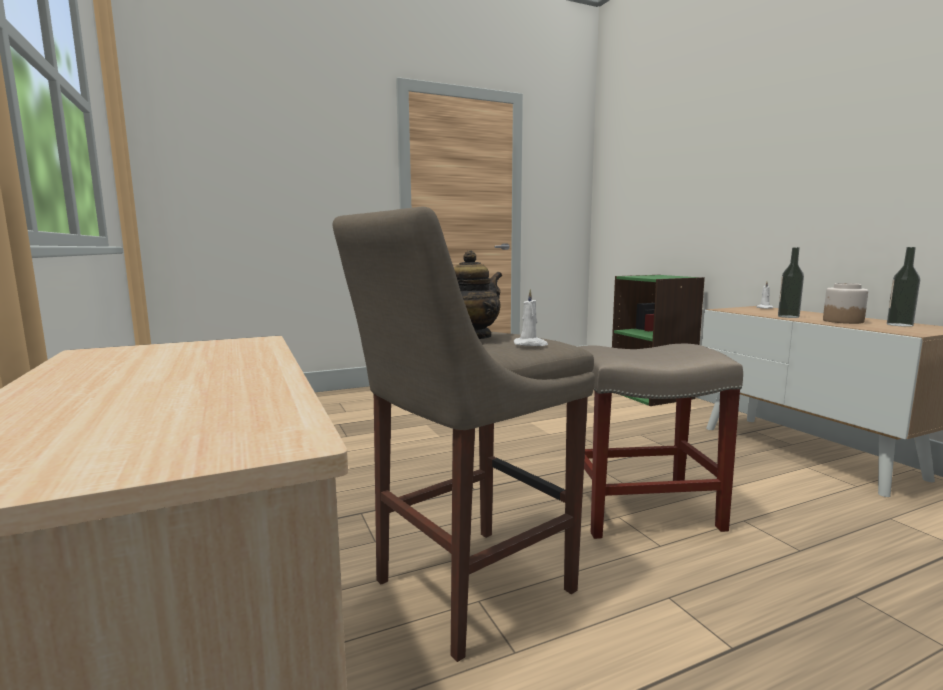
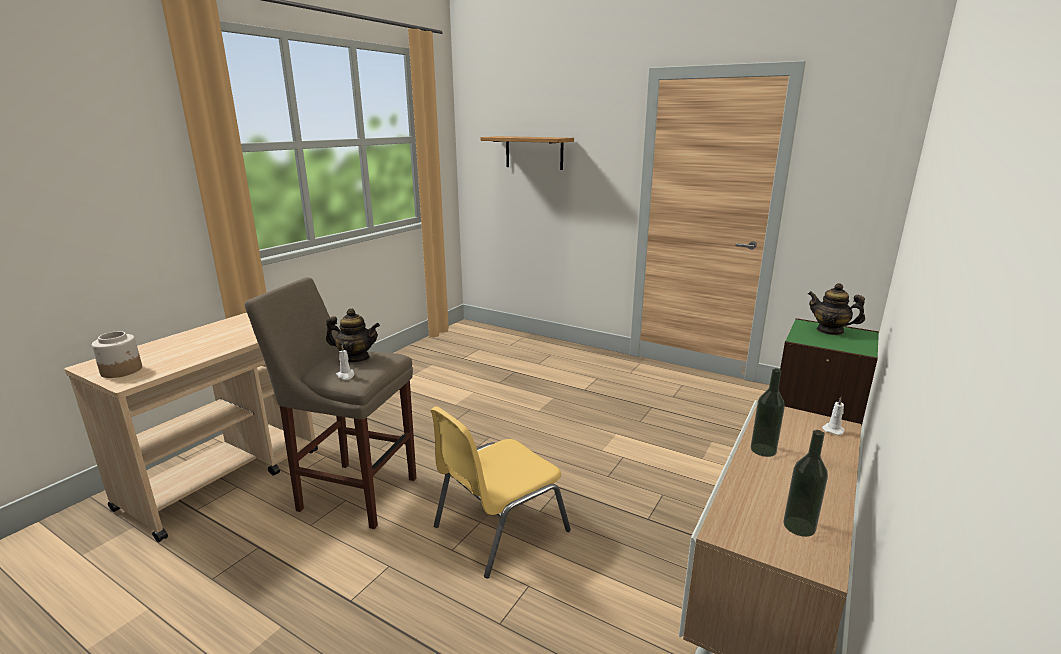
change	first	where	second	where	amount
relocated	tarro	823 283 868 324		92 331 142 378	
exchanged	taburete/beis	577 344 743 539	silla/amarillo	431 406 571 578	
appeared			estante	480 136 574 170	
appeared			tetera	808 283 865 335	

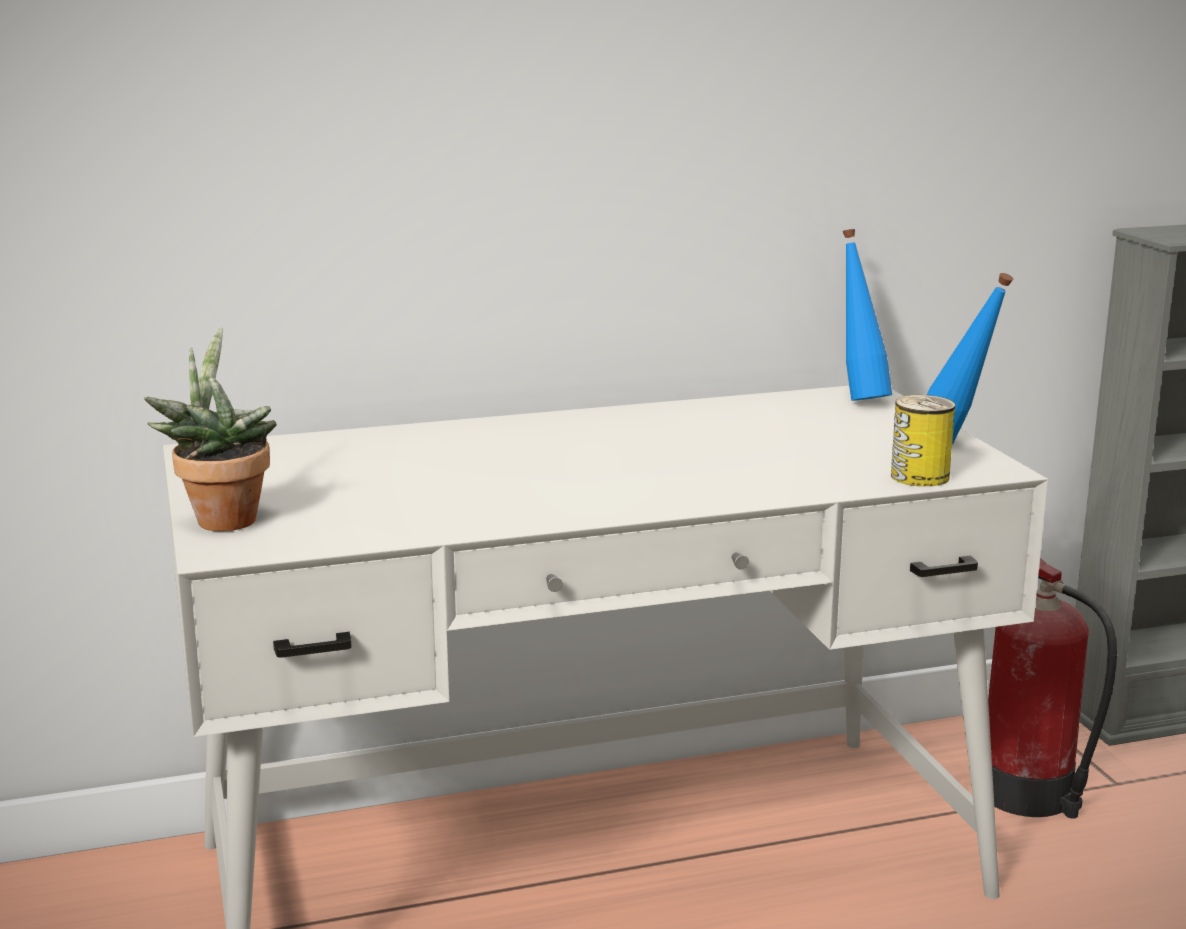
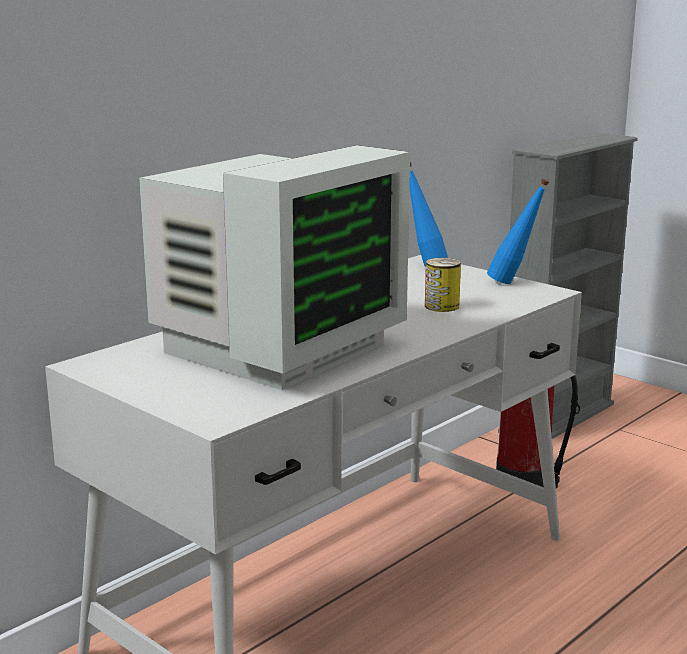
change	first	where	second	where	amount
appeared			monitor	139 145 410 390	
relocated	lata	891 395 955 487		425 258 461 312	
missing	planta en maceta	144 328 277 531			

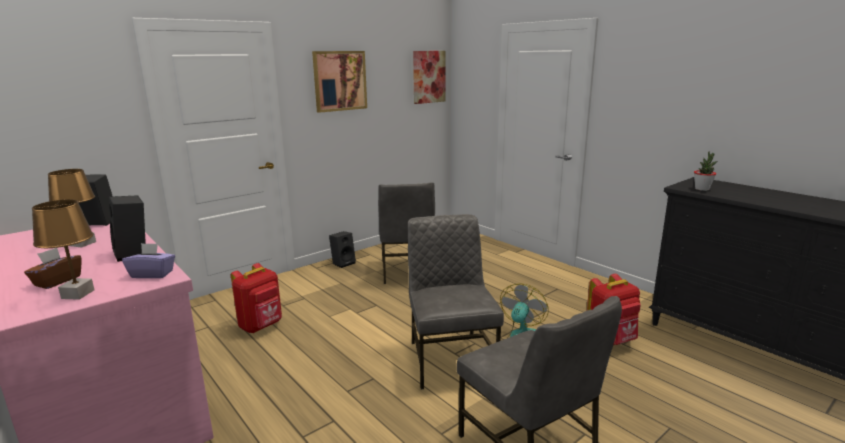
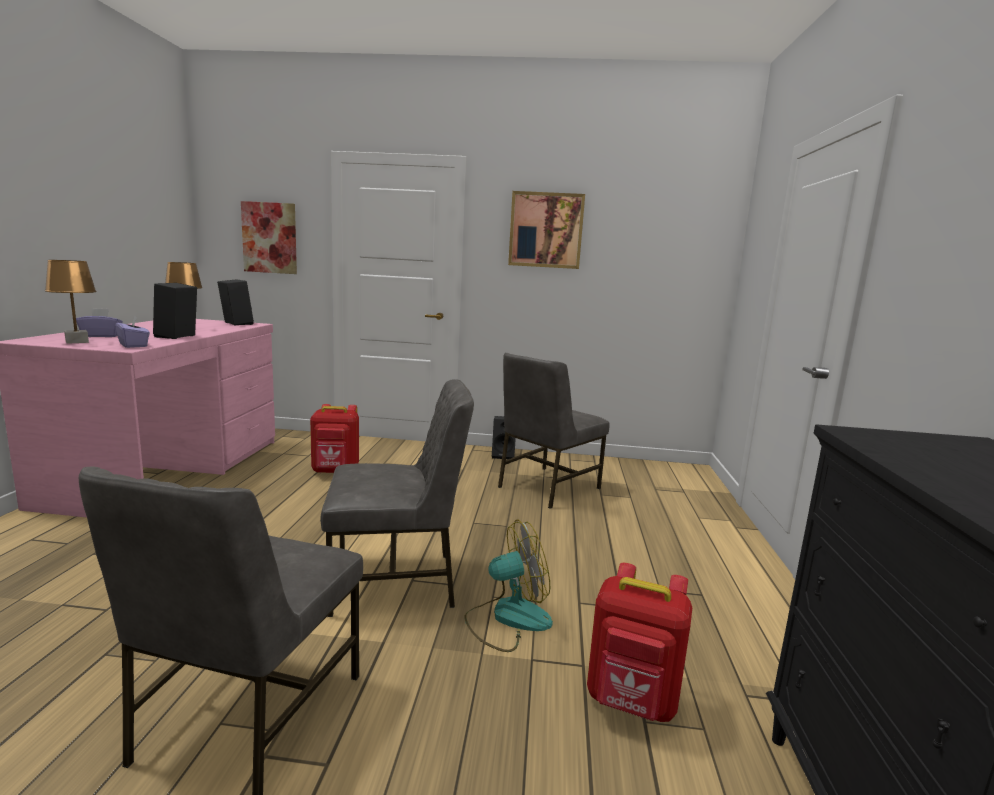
change	first	where	second	where	amount
colour	caja de pañuelos/marrón	24 248 82 289	caja de pañuelos/morado	76 308 123 337	
relocated	cuadro	413 51 446 104		241 201 297 274	
spun	silla/gris	408 214 504 389		320 379 474 617	45 degrees clockwise
missing	planta en maceta	694 151 718 191			

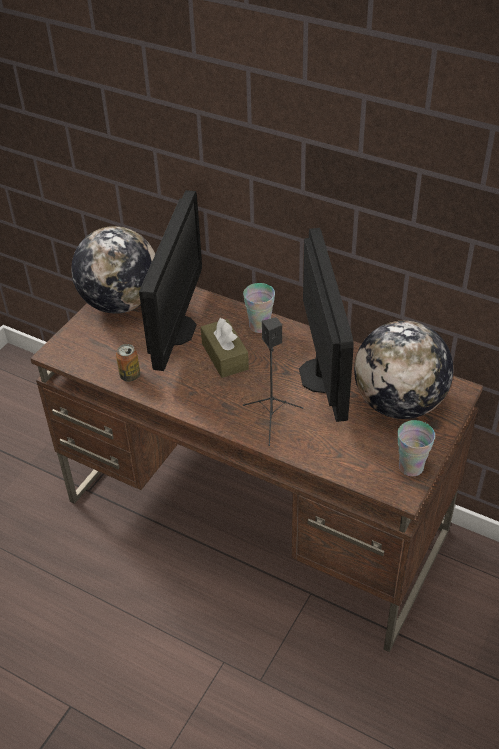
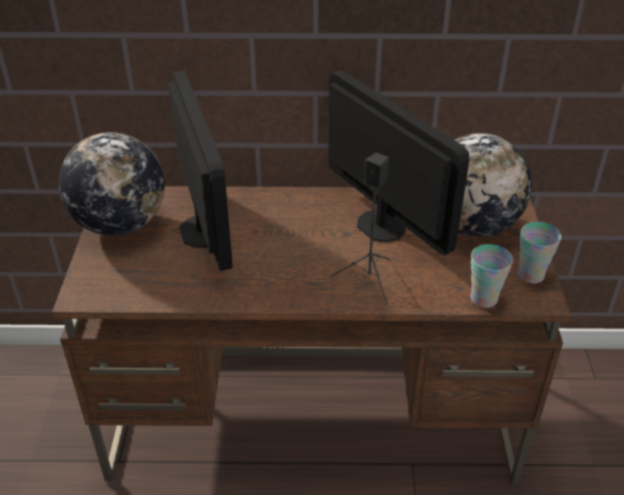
change	first	where	second	where	amount
relocated	taza	243 283 275 333		470 244 513 308	
missing	lata	116 344 140 382			
missing	caja de pañuelos/marrón	201 318 249 378			

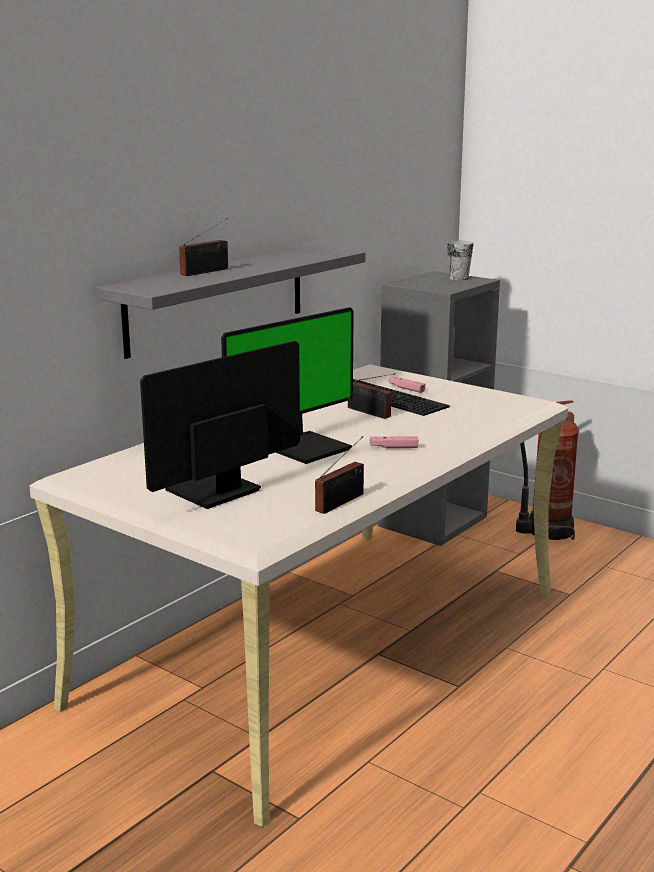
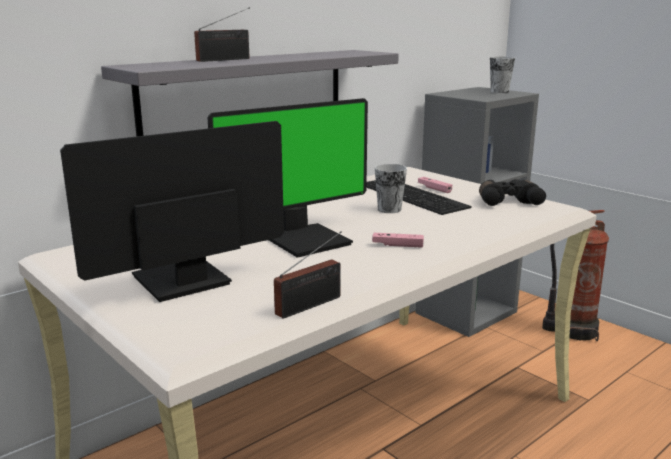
change	first	where	second	where	amount
exchanged	radio	348 373 395 419	taza	375 164 407 213	
appeared			prismáticos/negro	479 179 546 206	

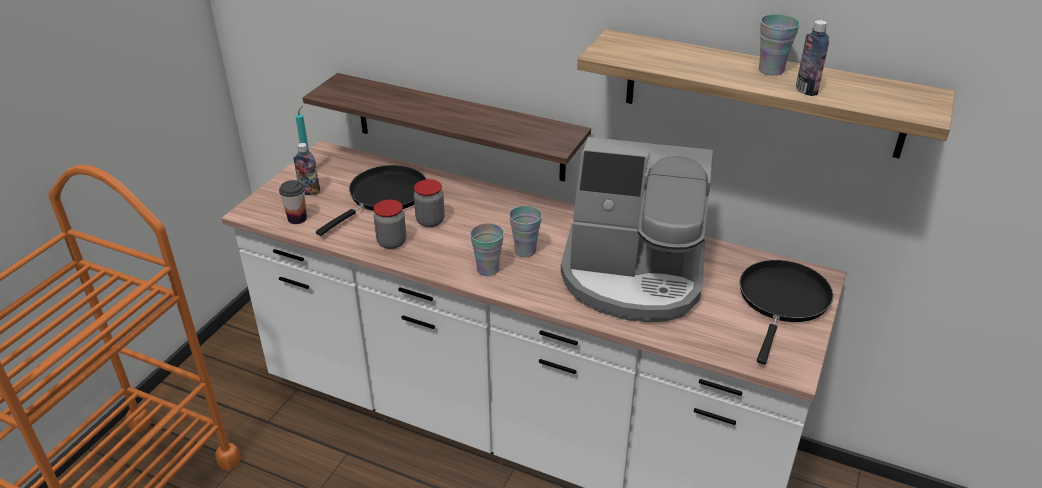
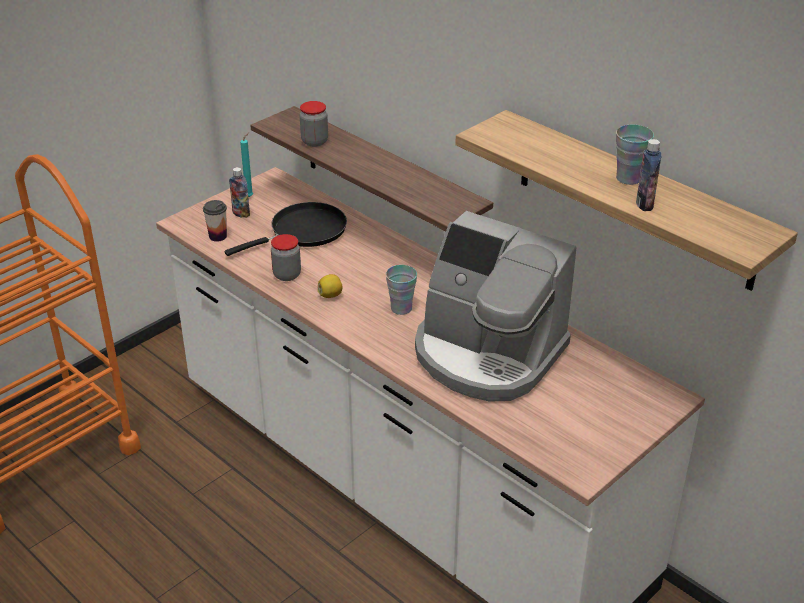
change	first	where	second	where	amount
relocated	tarro	414 179 445 227		300 101 328 147	
appeared			limón	318 274 342 298	
missing	taza	470 223 504 276			
missing	sartén/negro	739 260 834 365			

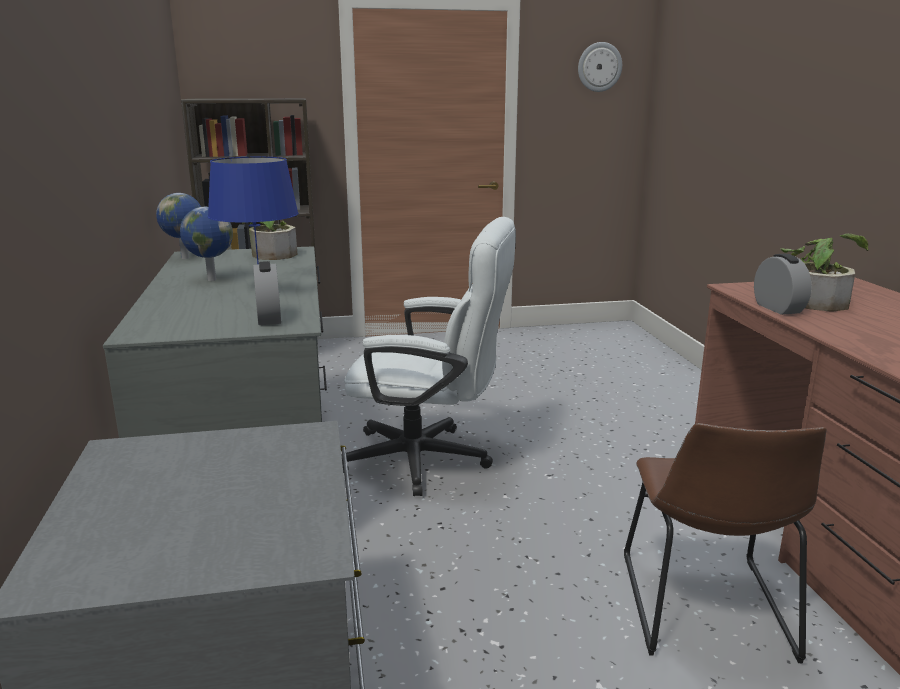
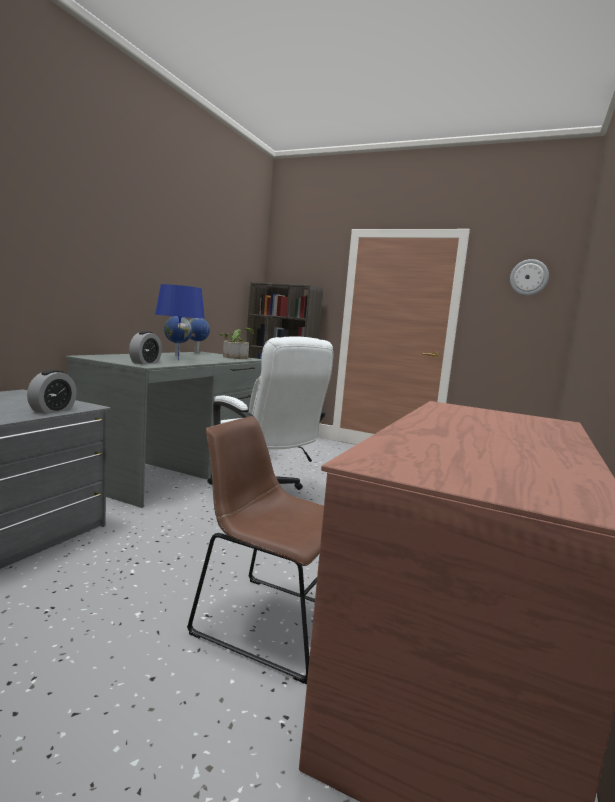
change	first	where	second	where	amount
relocated	despertador	754 254 812 315		27 370 77 414	
spun	silla/marrón	624 423 827 663		187 416 324 684	75 degrees clockwise
missing	planta en maceta	781 234 869 311			

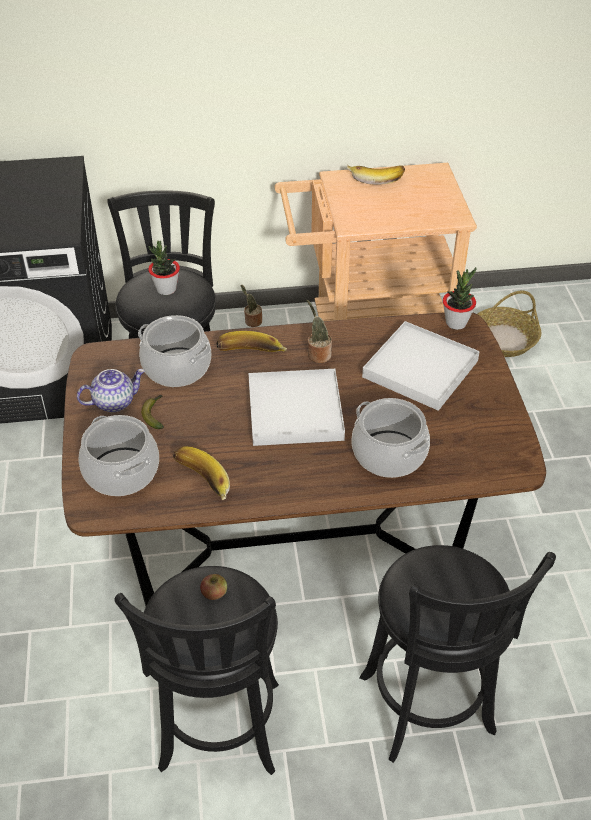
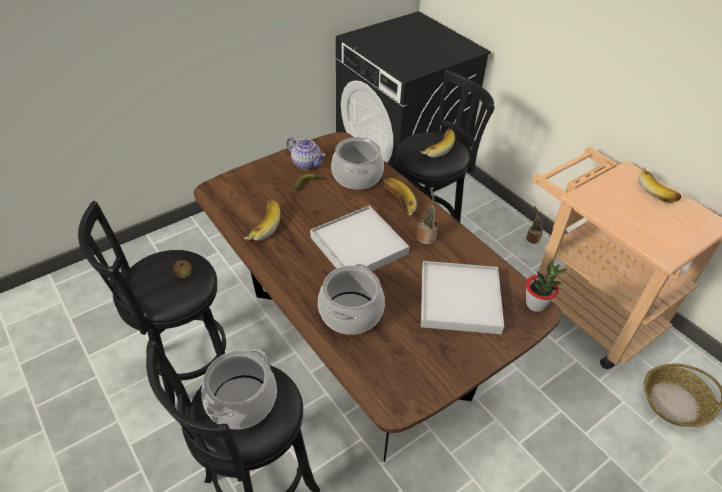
change	first	where	second	where	amount
relocated	olla	78 415 159 496		201 349 277 429	
exchanged	planta en maceta	148 241 180 295	plátano	420 129 455 158	

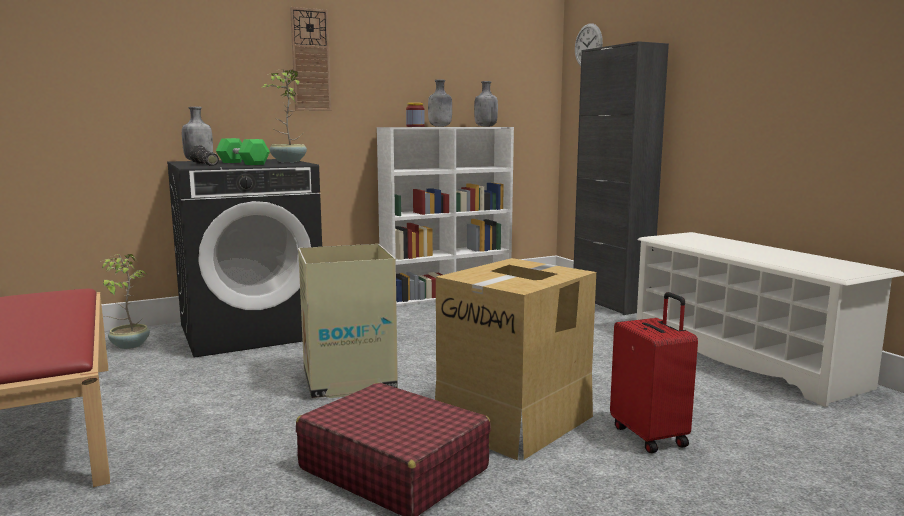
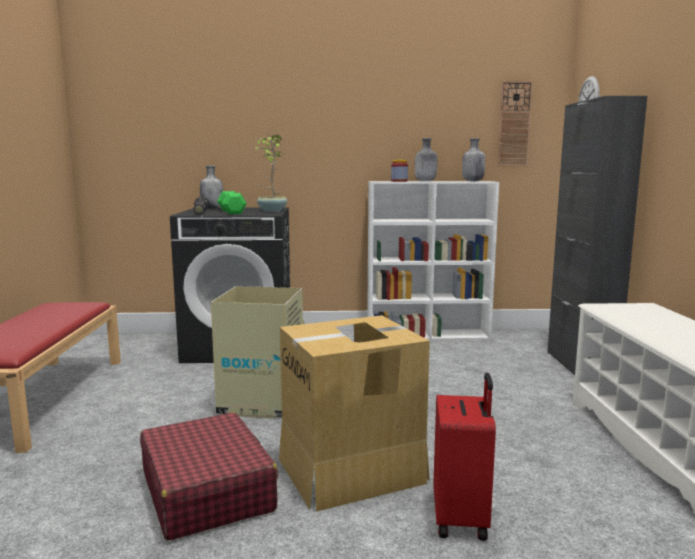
change	first	where	second	where	amount
relocated	reloj de pared	290 7 331 111		497 81 533 166	
missing	planta en maceta	100 254 150 349			

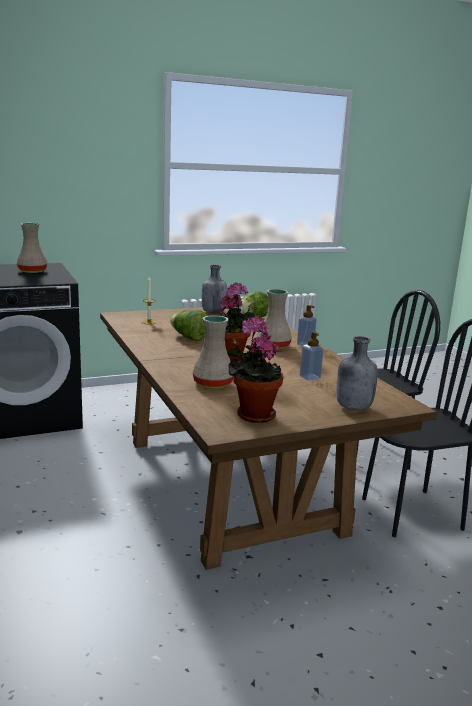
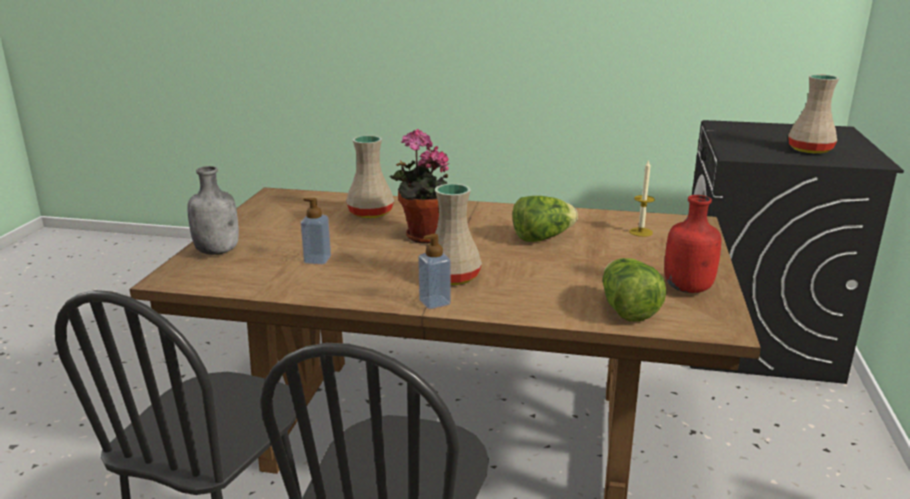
change	first	where	second	where	amount
colour	botella/gris	202 265 227 314	botella/rojo	664 195 721 293	
missing	planta en maceta	227 316 283 423			

